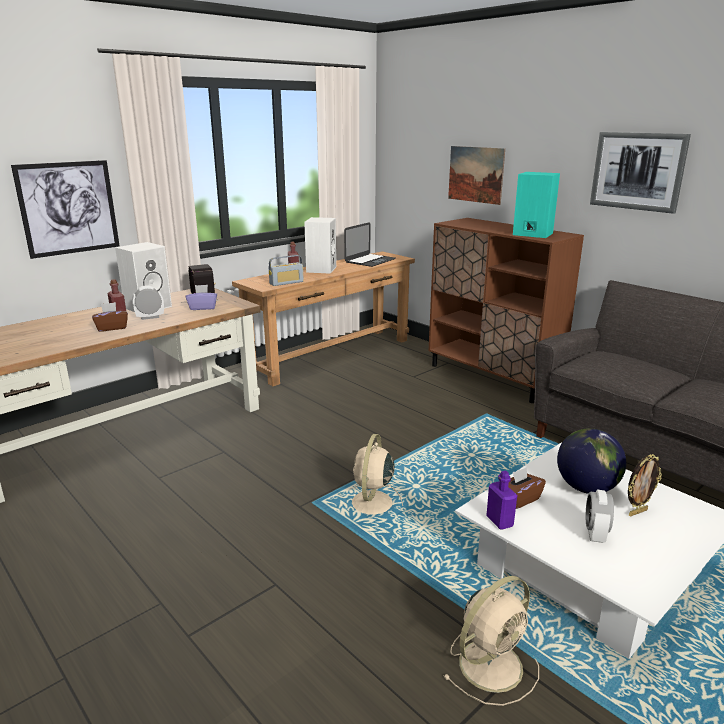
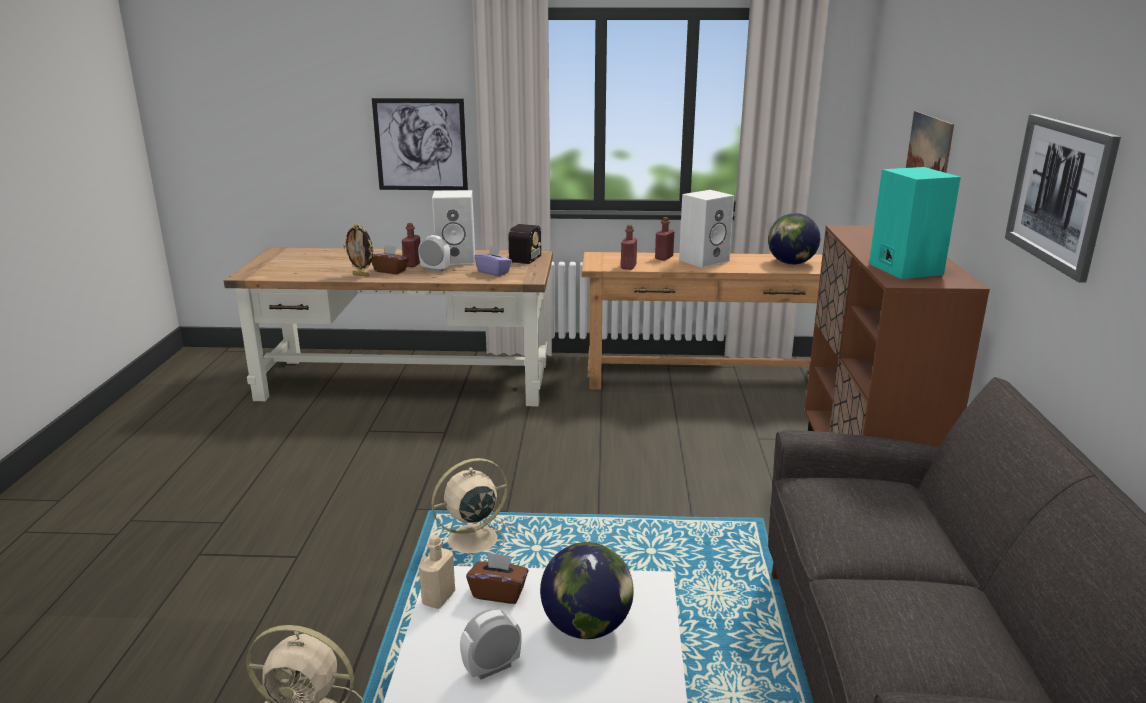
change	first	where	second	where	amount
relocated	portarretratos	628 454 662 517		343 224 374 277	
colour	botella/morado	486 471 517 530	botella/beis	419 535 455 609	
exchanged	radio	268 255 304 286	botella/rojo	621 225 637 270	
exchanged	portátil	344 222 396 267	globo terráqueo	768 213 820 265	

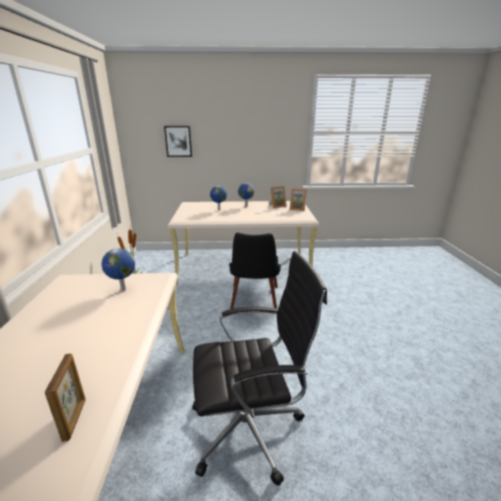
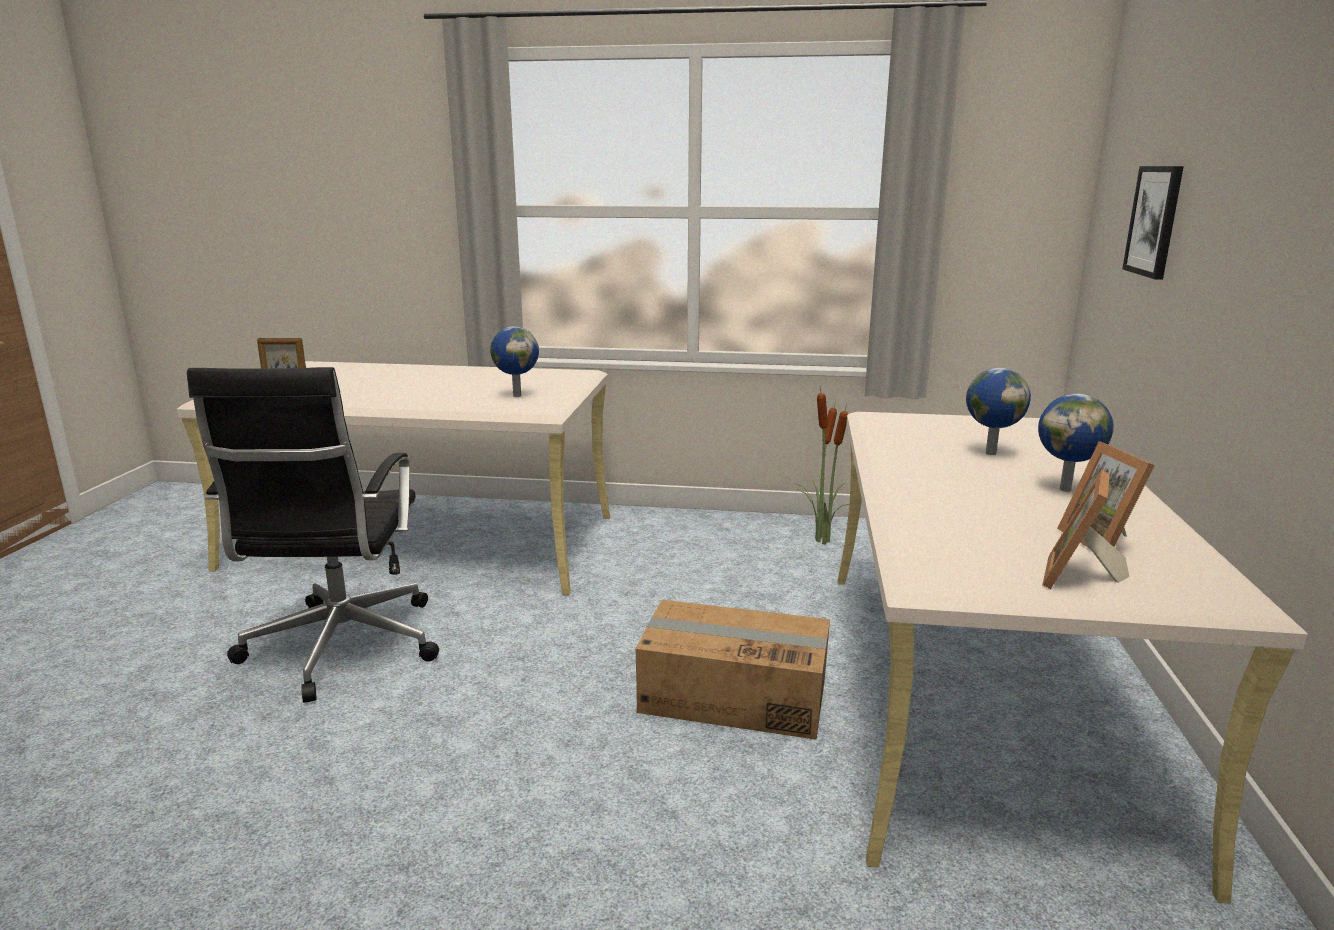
change	first	where	second	where	amount
exchanged	silla/negro	229 233 281 309	caja de cartón	636 600 830 740	

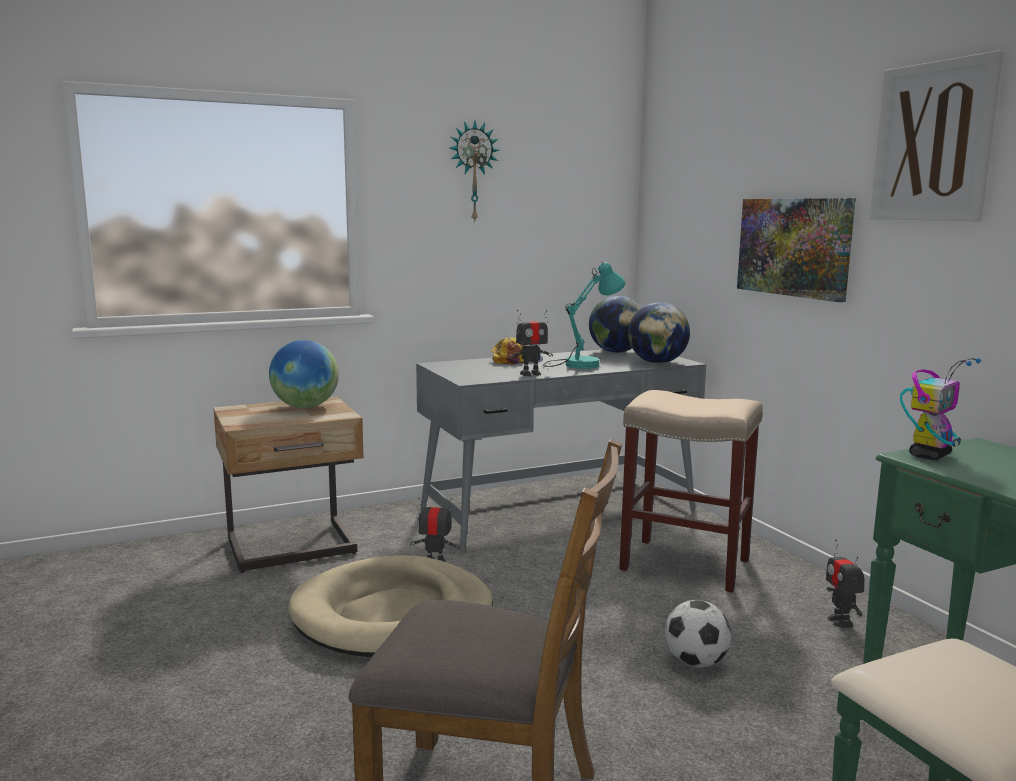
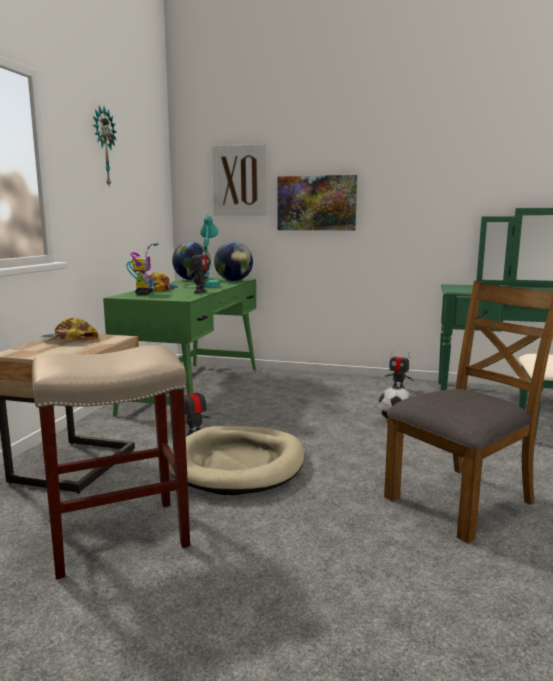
change	first	where	second	where	amount
relocated	taburete/beis	619 390 763 593		32 345 190 579	
exchanged	globo terráqueo	269 340 339 408	gorra	41 317 99 340	
colour	escritorio/gris	416 349 706 551	escritorio/verde	103 278 256 417	
relocated	robot de juguete	900 358 981 460		126 243 159 295	
relocated	cuadro	870 50 1004 221		212 144 267 215	

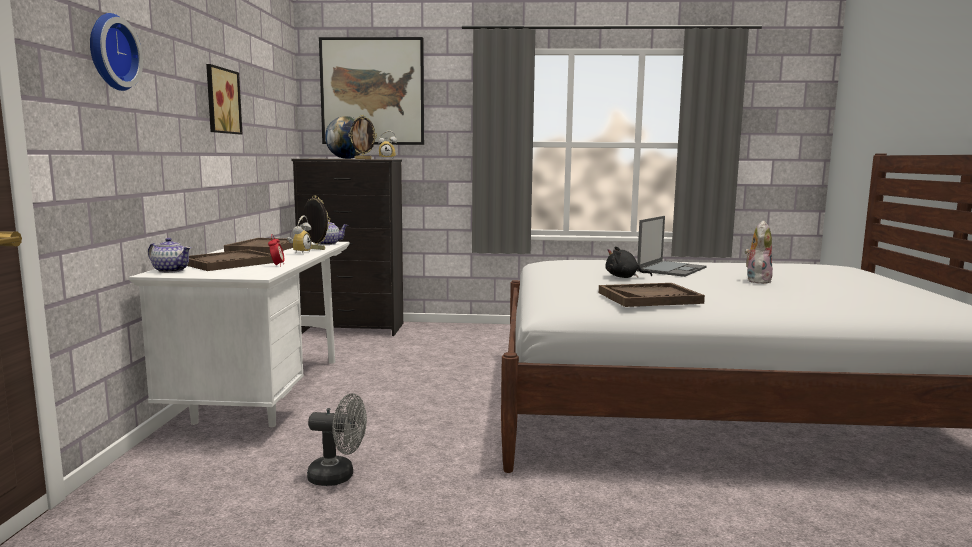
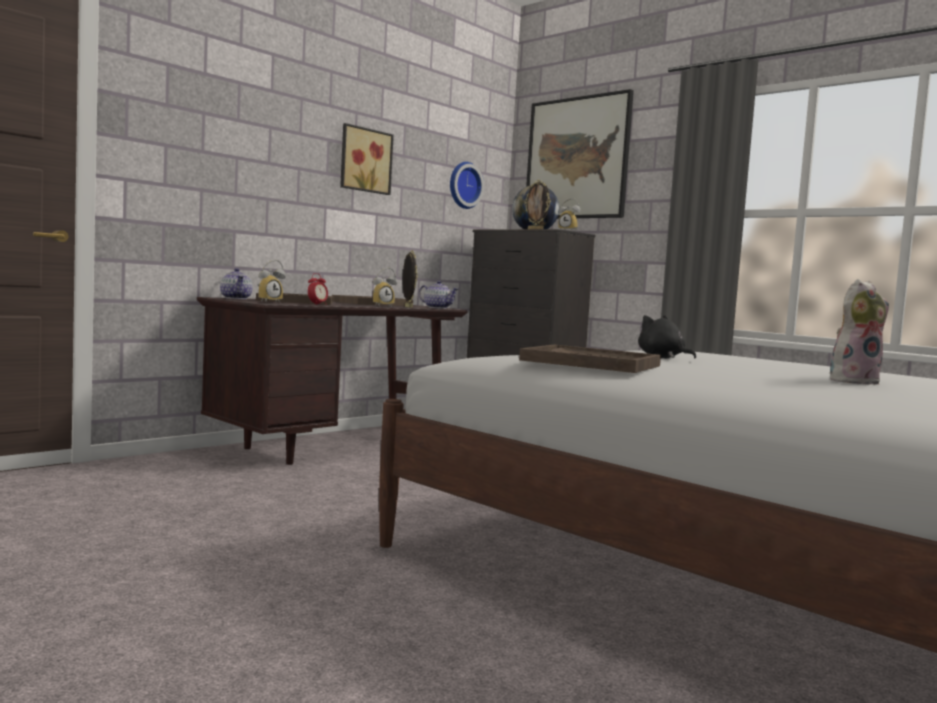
change	first	where	second	where	amount
colour	escritorio/blanco	129 241 350 427	escritorio/marrón	197 297 468 465	
appeared			despertador	257 260 285 303	
relocated	reloj de pared	90 13 143 91		450 162 484 209	
missing	ventilador/gris	307 393 367 486			
missing	portátil	637 216 706 277			

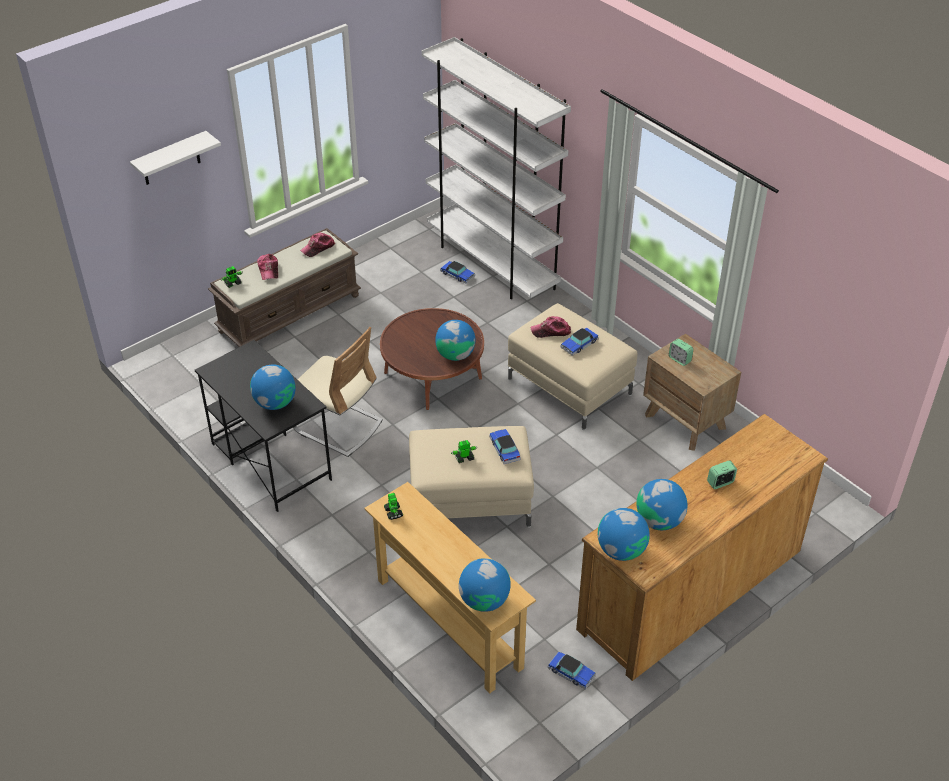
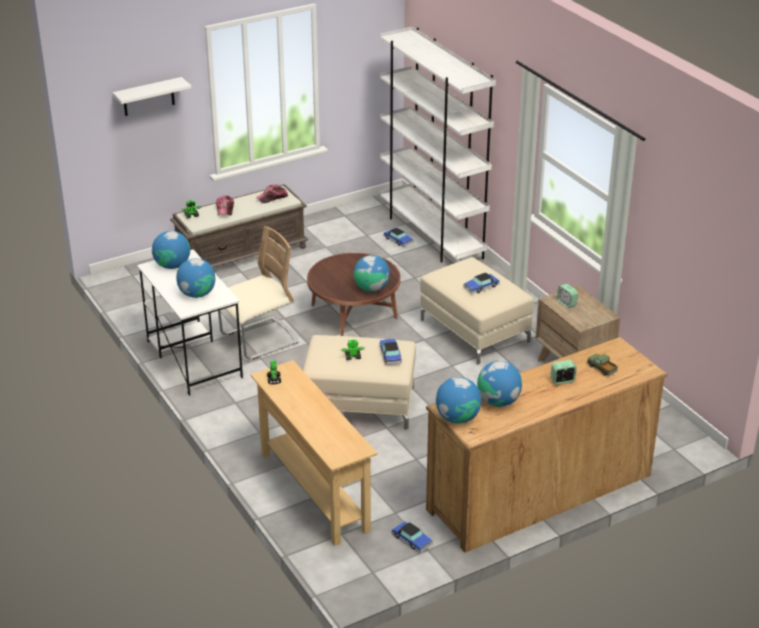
change	first	where	second	where	amount
colour	escritorio/negro	195 340 332 512	escritorio/blanco	137 250 243 396	
relocated	globo terráqueo	459 558 511 612		152 231 190 269	
spun	silla/beis	293 327 383 457		218 226 299 360	75 degrees counterclockwise
appeared			camión de juguete	587 354 618 376	
missing	gorra	531 316 571 338			

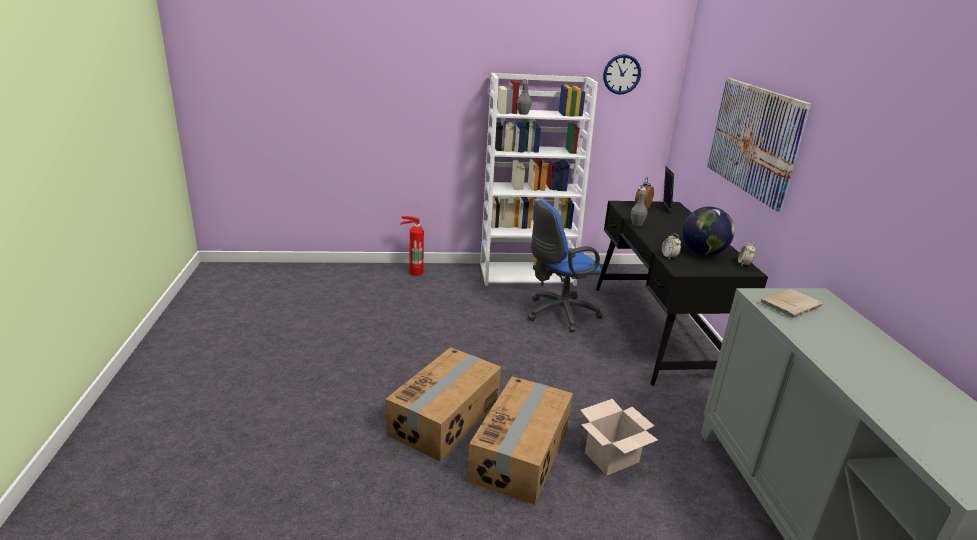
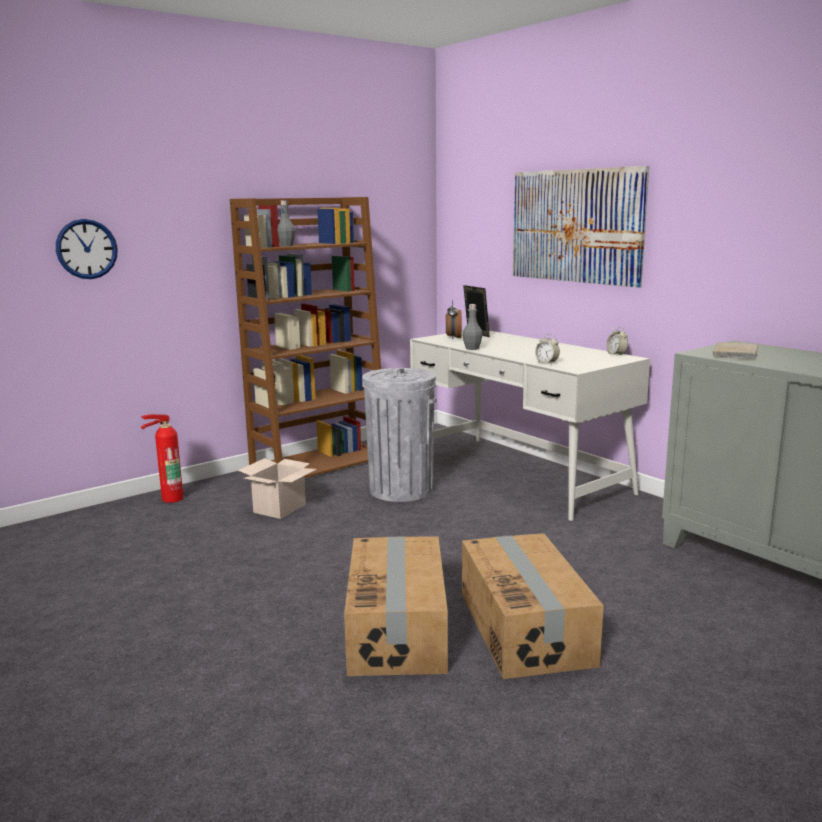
change	first	where	second	where	amount
relocated	reloj de pared	603 54 641 95		56 219 118 279	
colour	estantería/blanco	480 73 598 286	estantería/marrón	230 197 381 478	
relocated	caja de cartón	580 399 658 475		238 458 317 519	
exchanged	silla de oficina/azul	528 200 603 332	papelera/gris	362 368 436 502	
colour	escritorio/negro	596 201 768 386	escritorio/blanco	410 331 650 521	
missing	globo terráqueo	683 207 735 256			

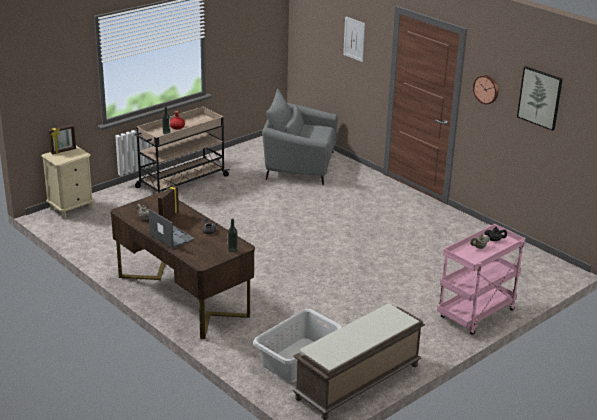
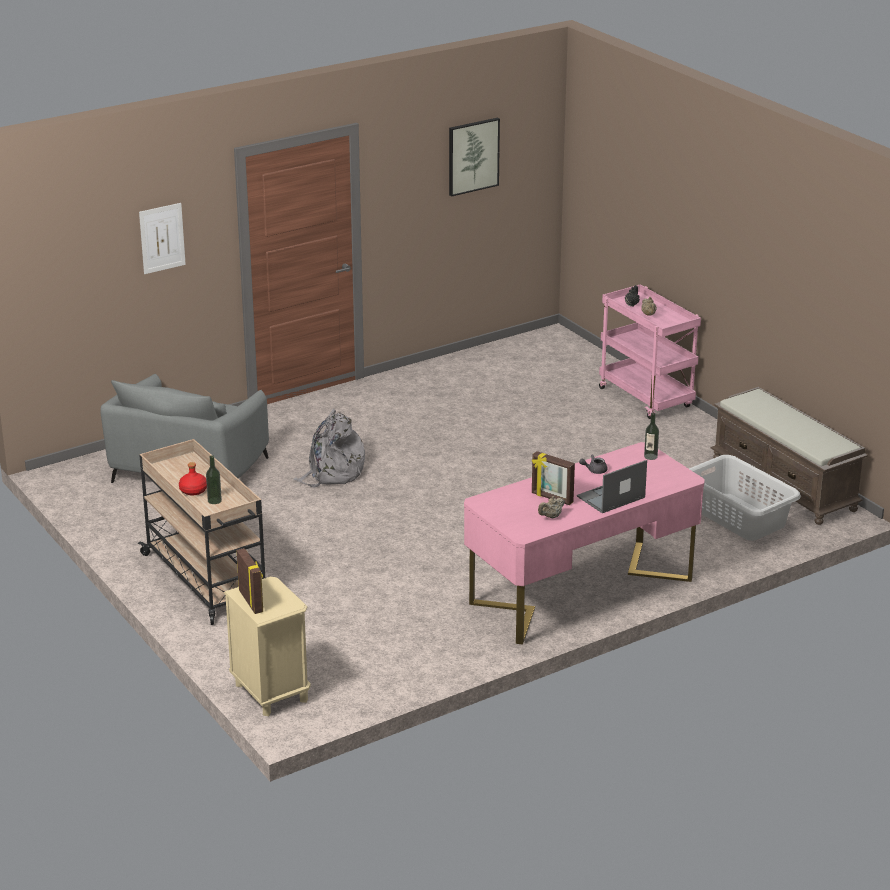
change	first	where	second	where	amount
appeared			mochila/gris	293 409 365 488	
colour	escritorio/marrón	110 192 255 339	escritorio/rosa	464 442 705 645	
missing	reloj de pared	473 75 498 104			

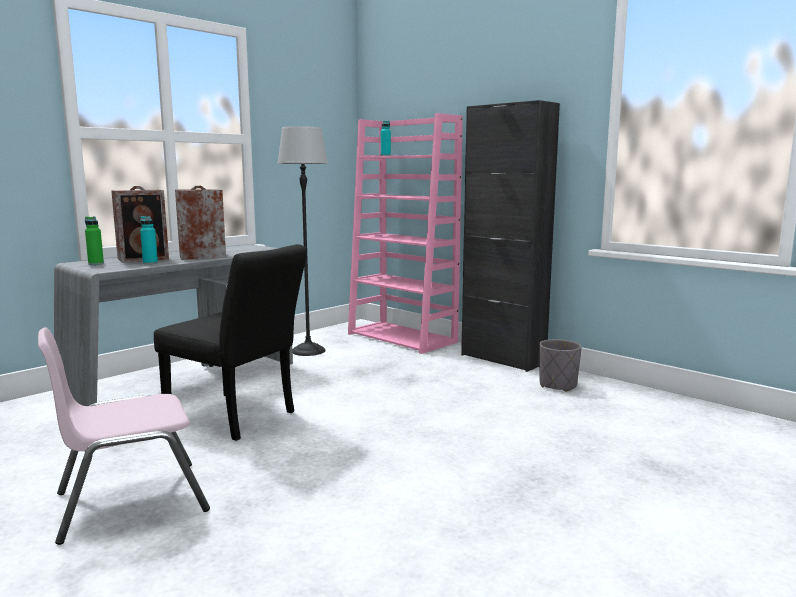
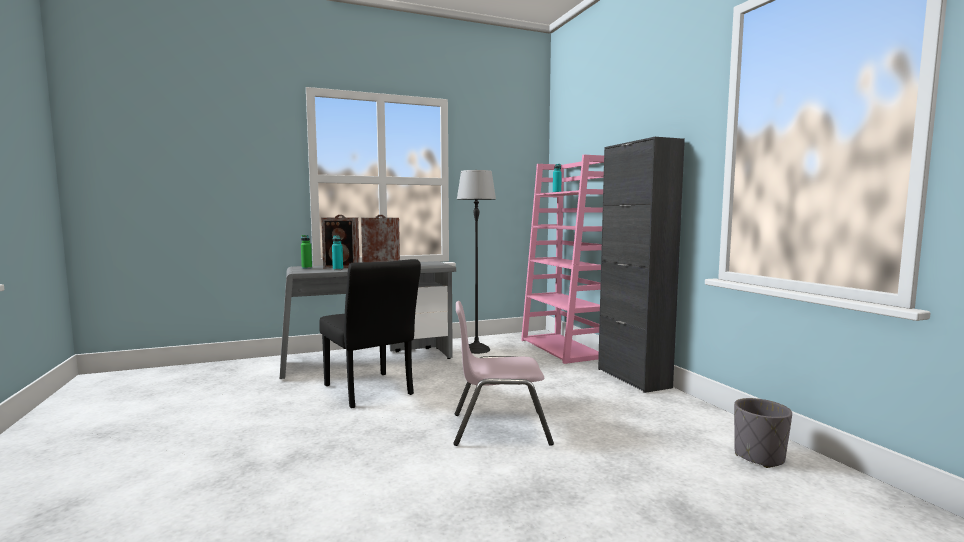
change	first	where	second	where	amount
relocated	silla/rosa	38 327 210 545		453 301 554 446	
relocated	maceta/gris	539 339 582 392		734 398 792 468	

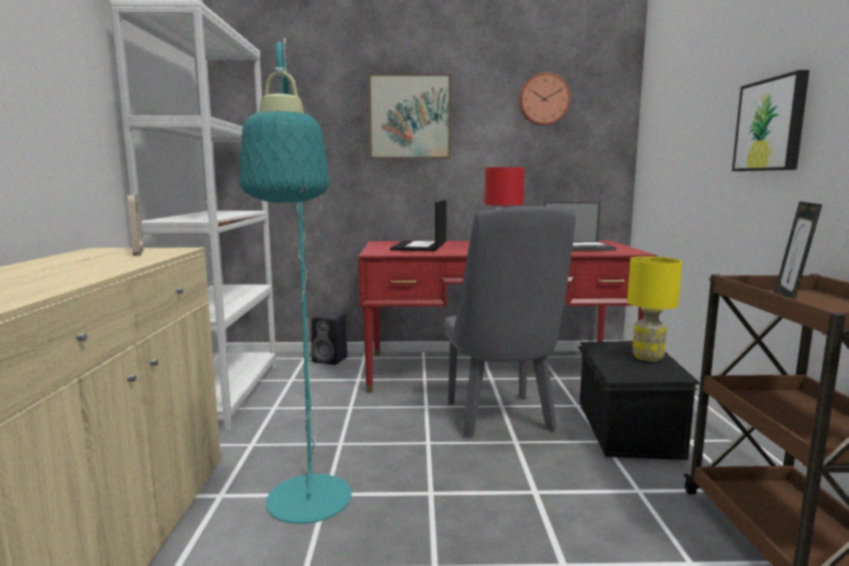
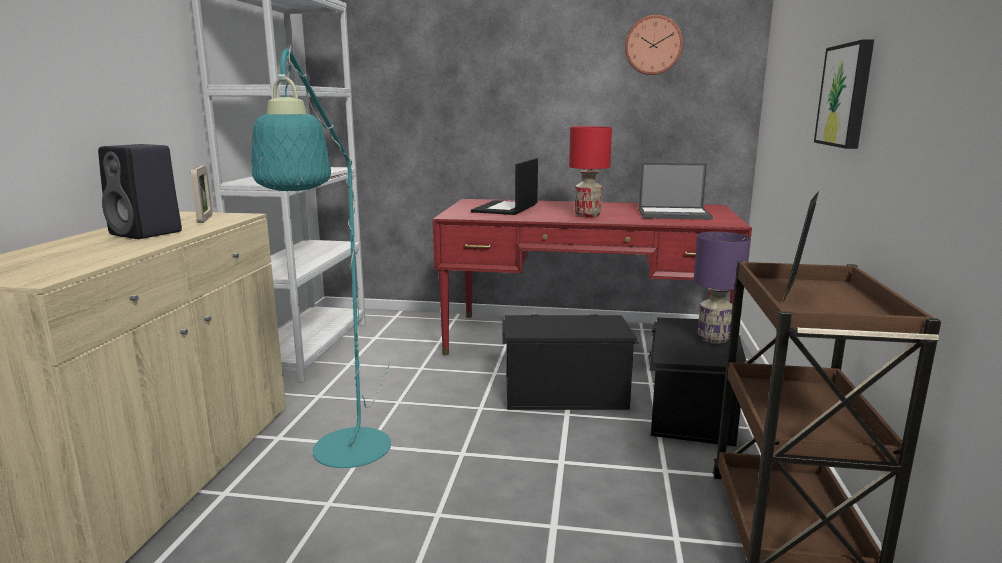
change	first	where	second	where	amount
relocated	altavoz/negro	311 312 348 365		98 144 182 239	
exchanged	silla/gris	444 206 576 438	caja de almacenaje/negro	502 314 639 410	
colour	lámpara de mesa/amarillo	627 256 682 362	lámpara de mesa/morado	693 232 751 344	
missing	cuadro	368 74 451 159			

